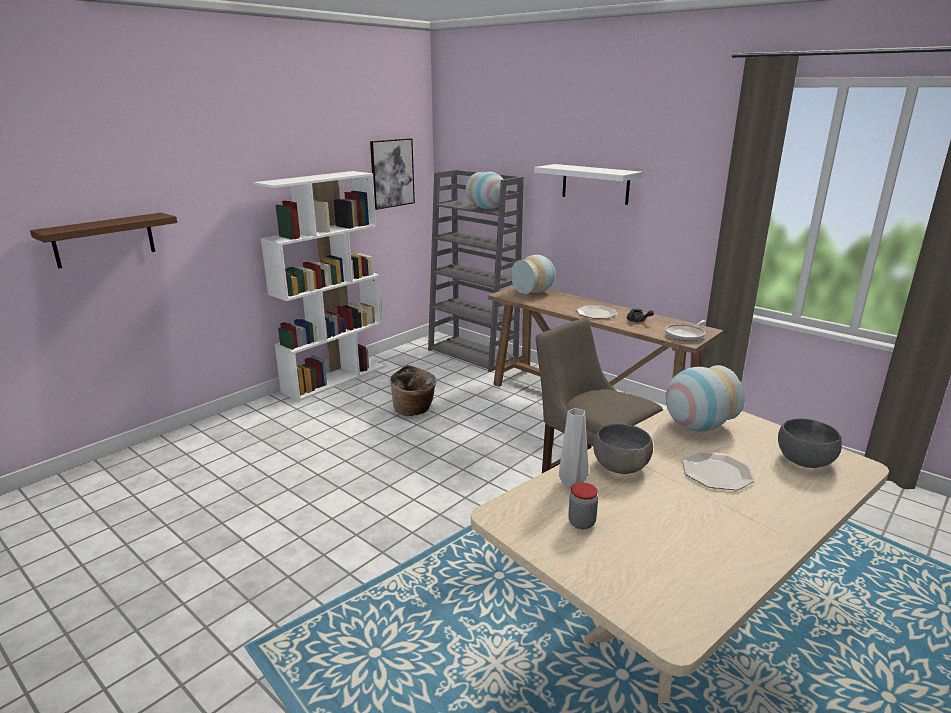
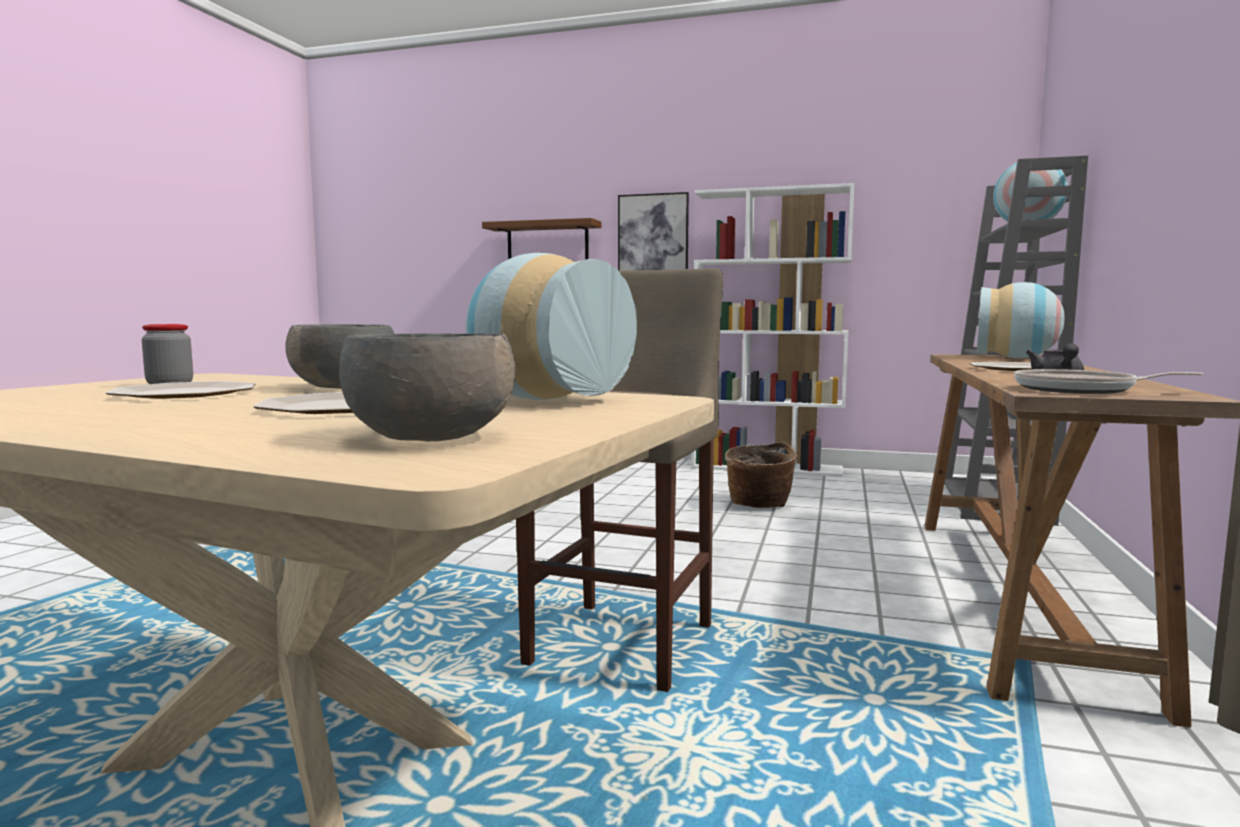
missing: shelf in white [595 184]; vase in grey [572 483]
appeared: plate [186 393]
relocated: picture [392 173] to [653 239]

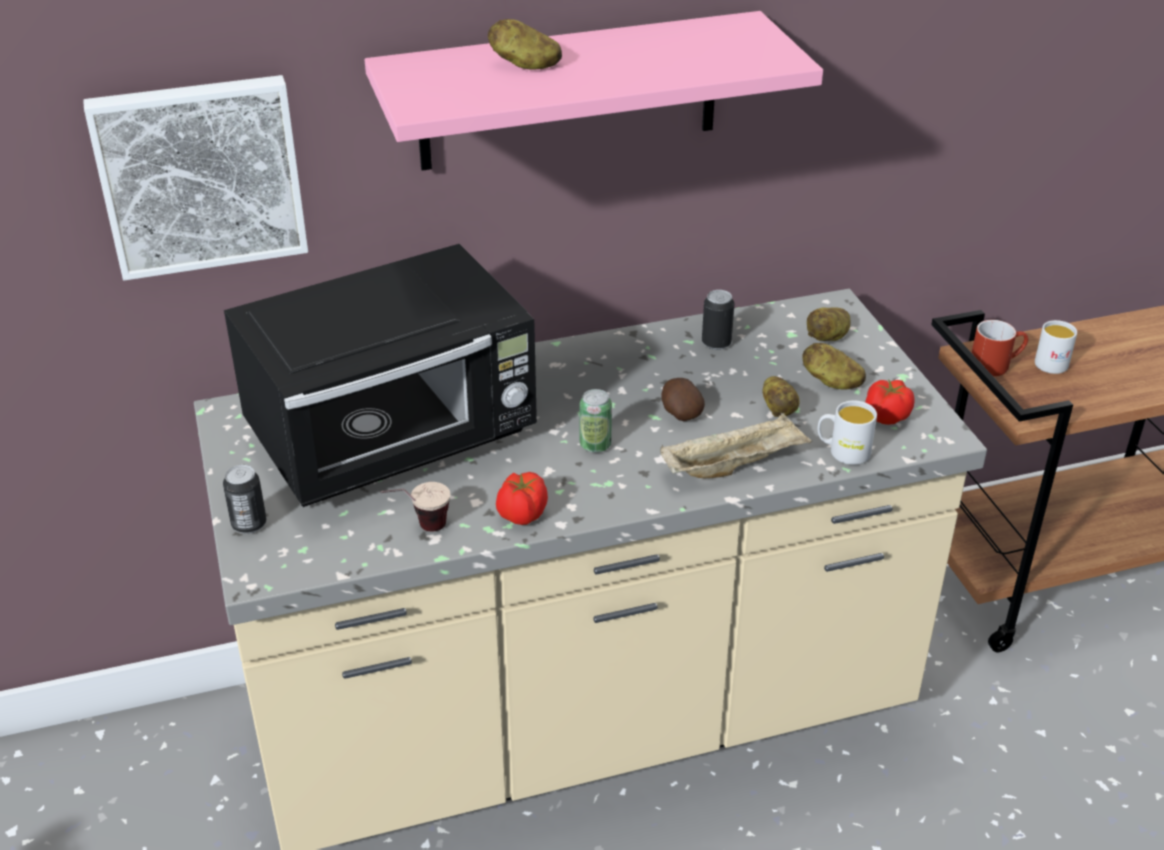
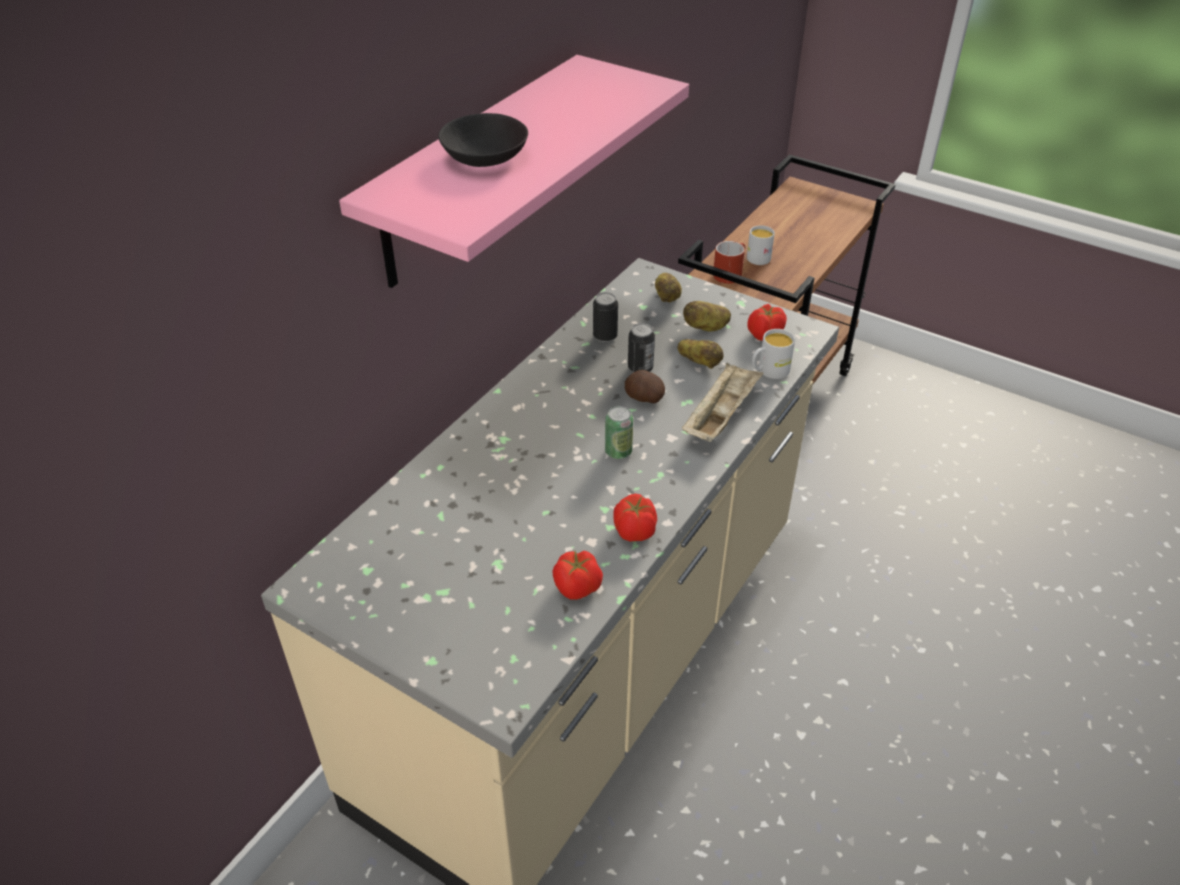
missing: picture [200 174]; microwave in black [395 440]
relocated: can [249 524] to [640 368]
exchanged: potato [524 65] to bowl in black [483 156]; cup [418 529] to tomato [578 587]

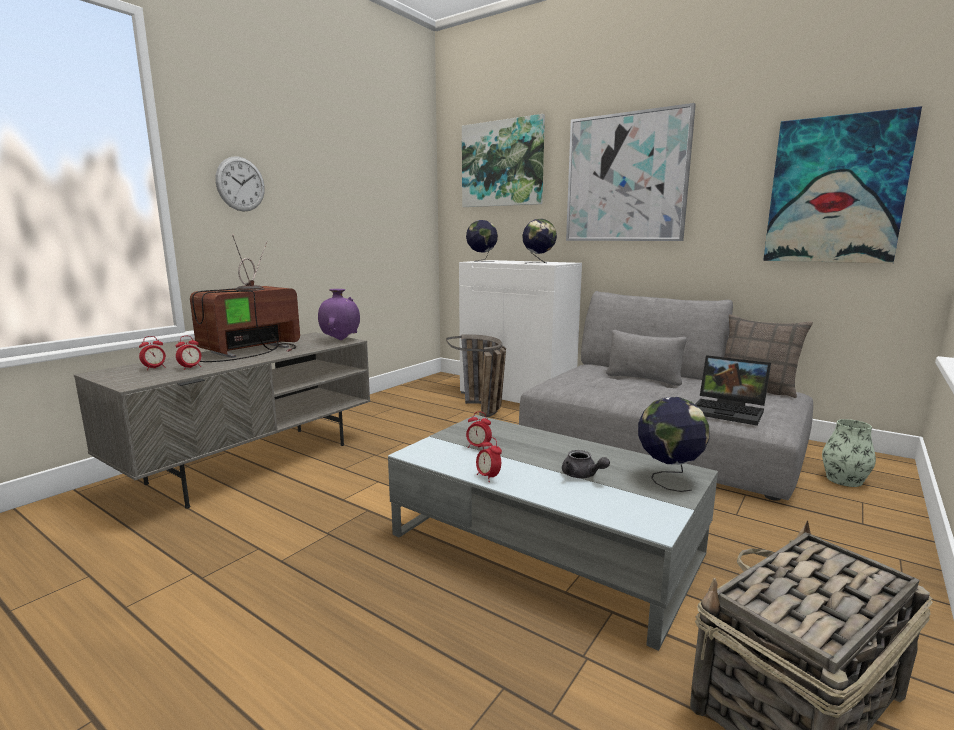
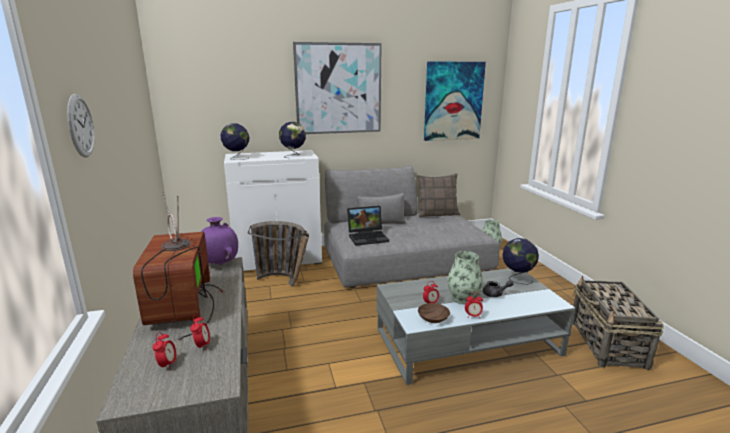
missing: picture [502 164]
appeared: vase [463 298]; bowl in brown [434 318]
relocated: laptop [730 411] to [368 237]

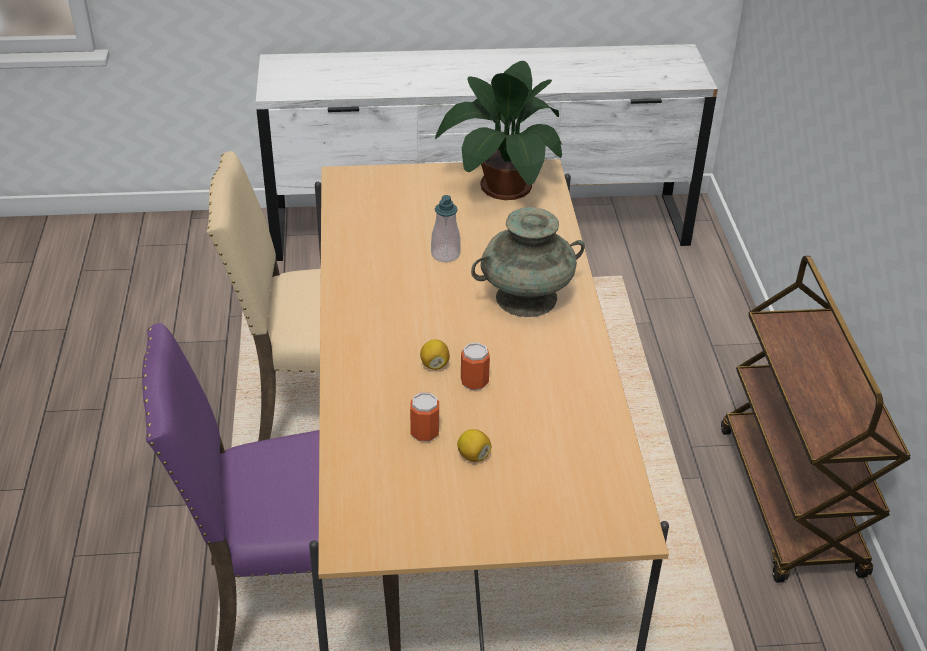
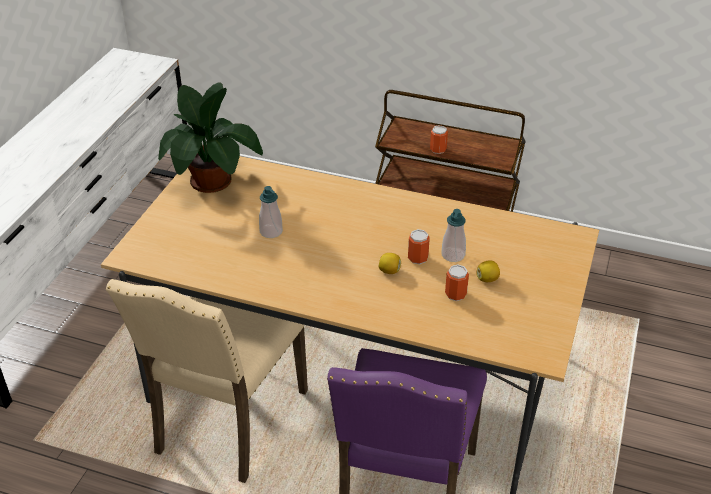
missing: vase in turquoise [525 298]
appeared: can [438 149]; soap dispenser [453 255]

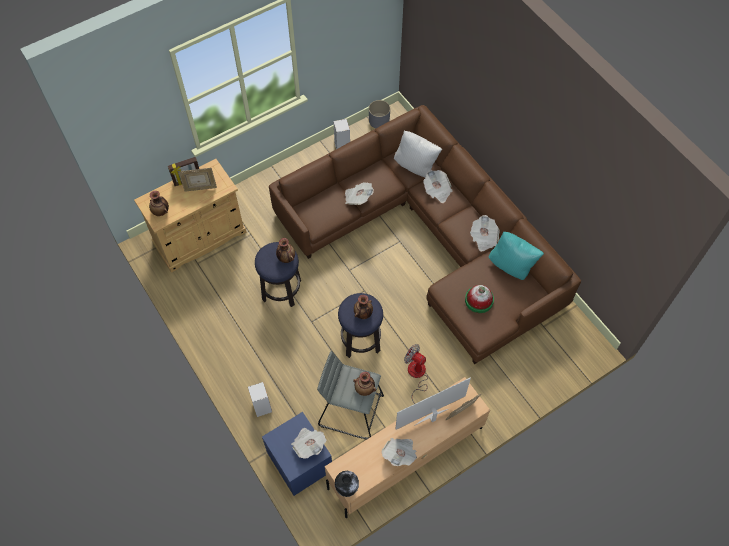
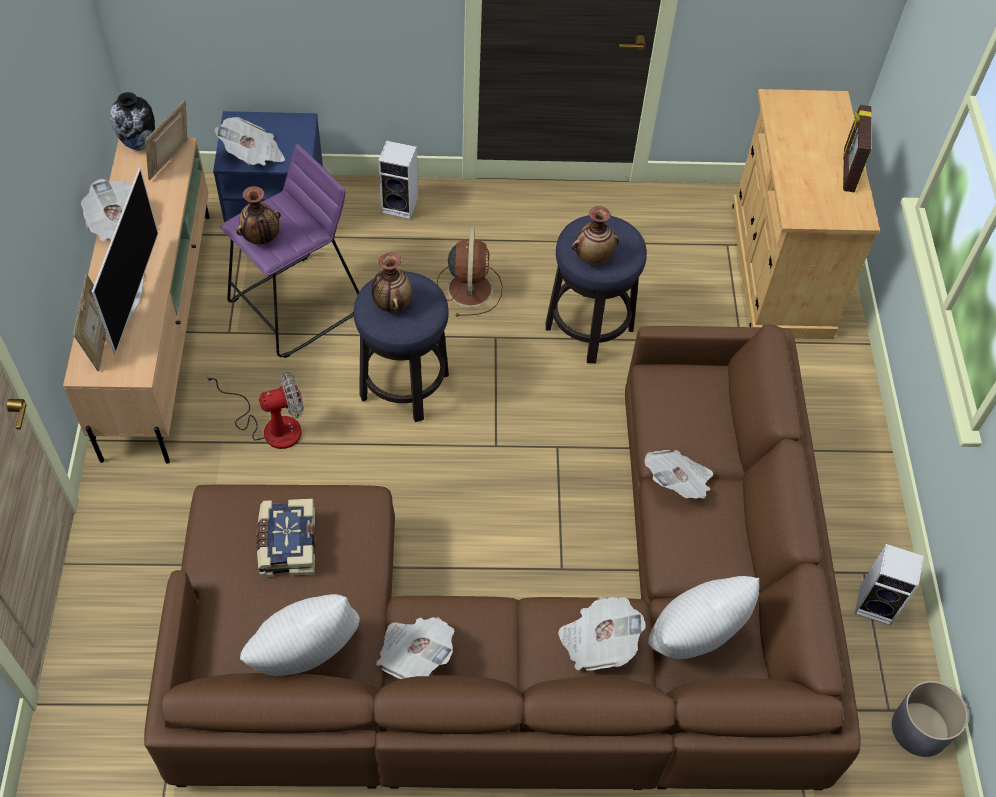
missing: vase [161 211]
appeared: fan in brown [470 287]
relocated: picture frame [200 188] to [172 161]
exchanged: hat [479 300] to book [286 544]
colour: pillow in turquoise [511 266] to pillow in white [308 660]; stool in grey [351 409] to stool in purple [296 306]

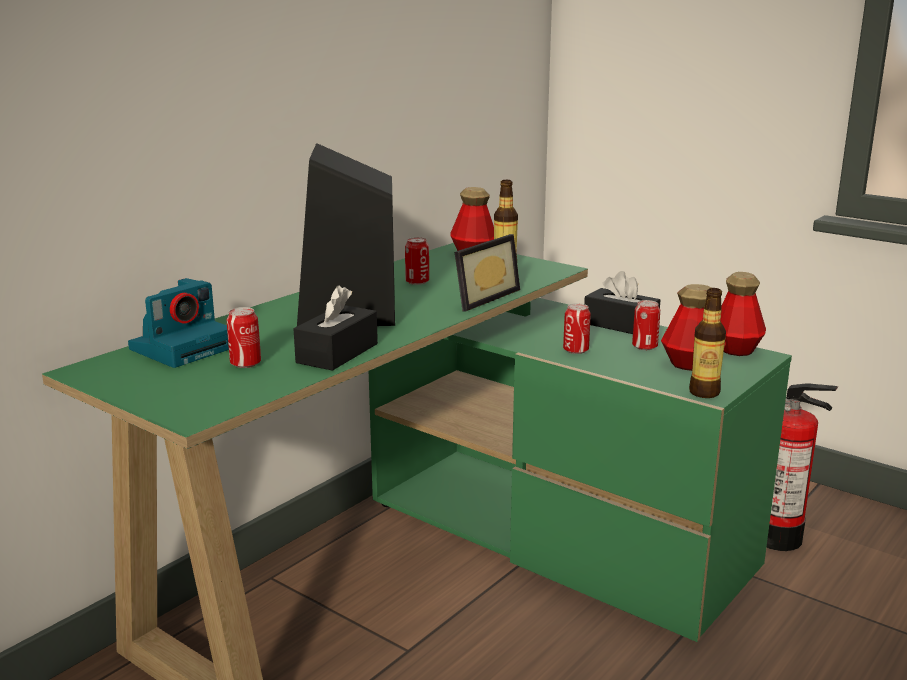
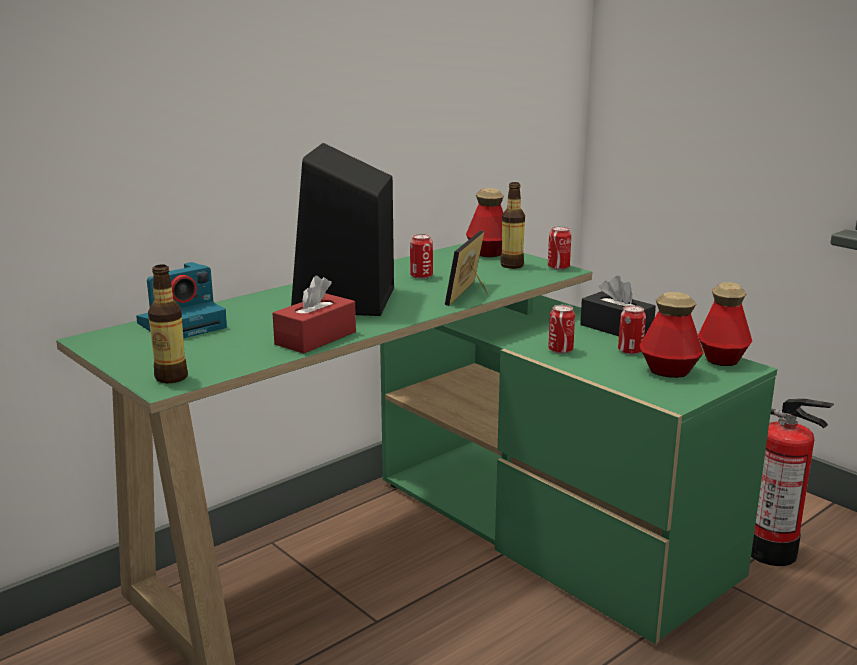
relocated: bottle [704 392] to [171 377]; can [245 364] to [558 267]
colour: tissue box in black [337 353] to tissue box in red [315 338]
spun: picture frame [480 297] = [473 294] 150 degrees clockwise

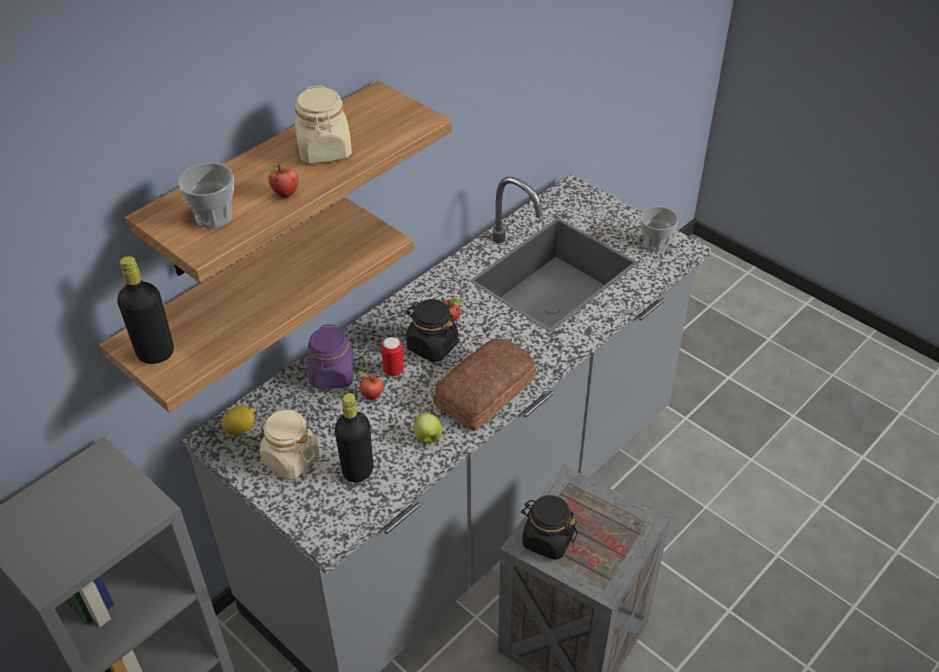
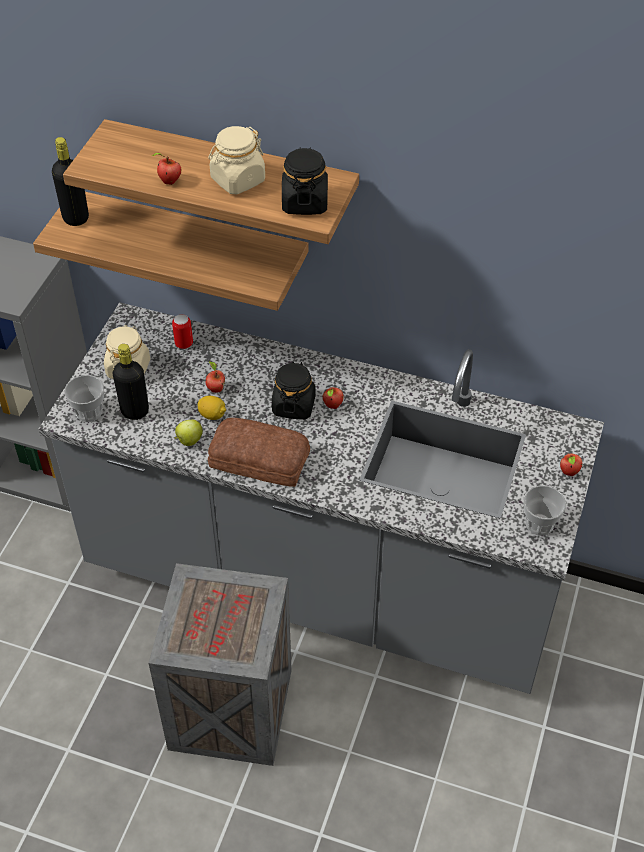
missing: jar in purple [332 375]
appeared: apple [569 473]
relocated: cup [214 217] to [89 412]; can [393 370] to [184 344]; lemon [240 428] to [212 415]; jar in black [547 540] to [304 202]

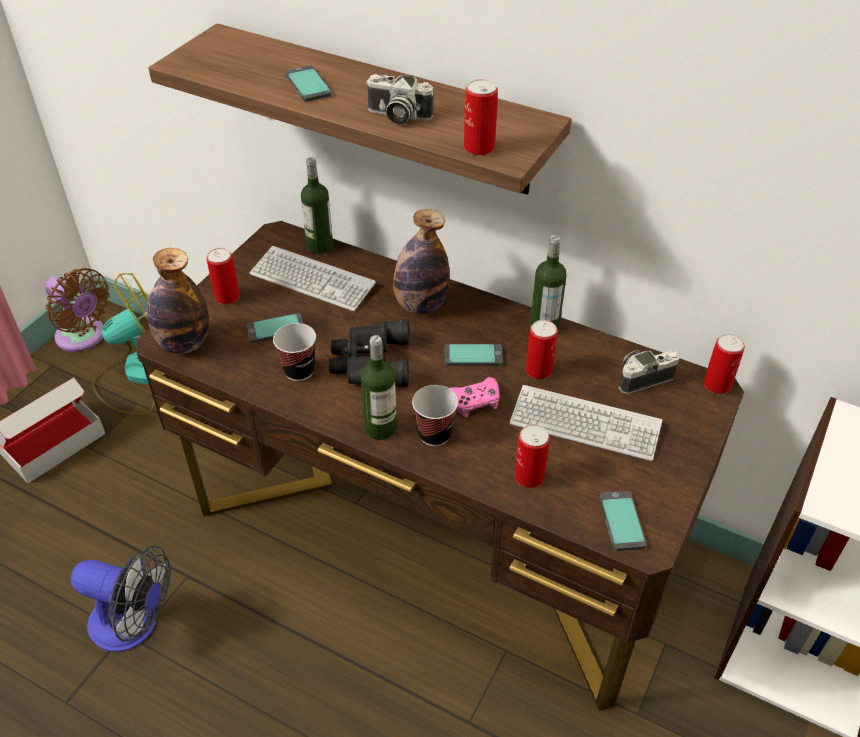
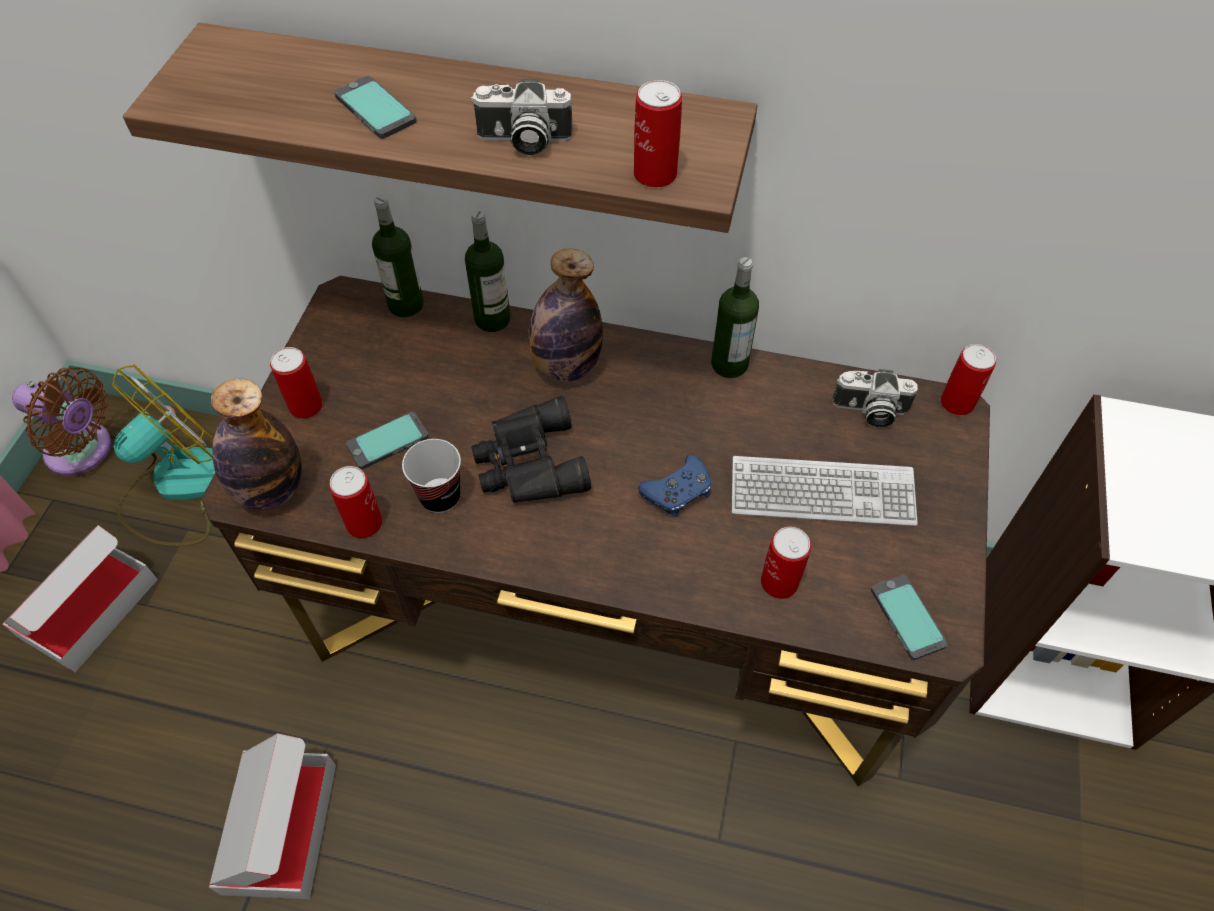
missing: keyboard [312 280]; phone [473 356]; cup [434 434]
relocated: can [538 370] to [364 523]; bottle [380 428] to [492 319]
exchanged: fan [134 624] to cardboard box [280 827]
colour: game controller in pink [474 401] to game controller in blue [678 491]
spun: photo camera [643 377] = [869 411] 135 degrees counterclockwise

